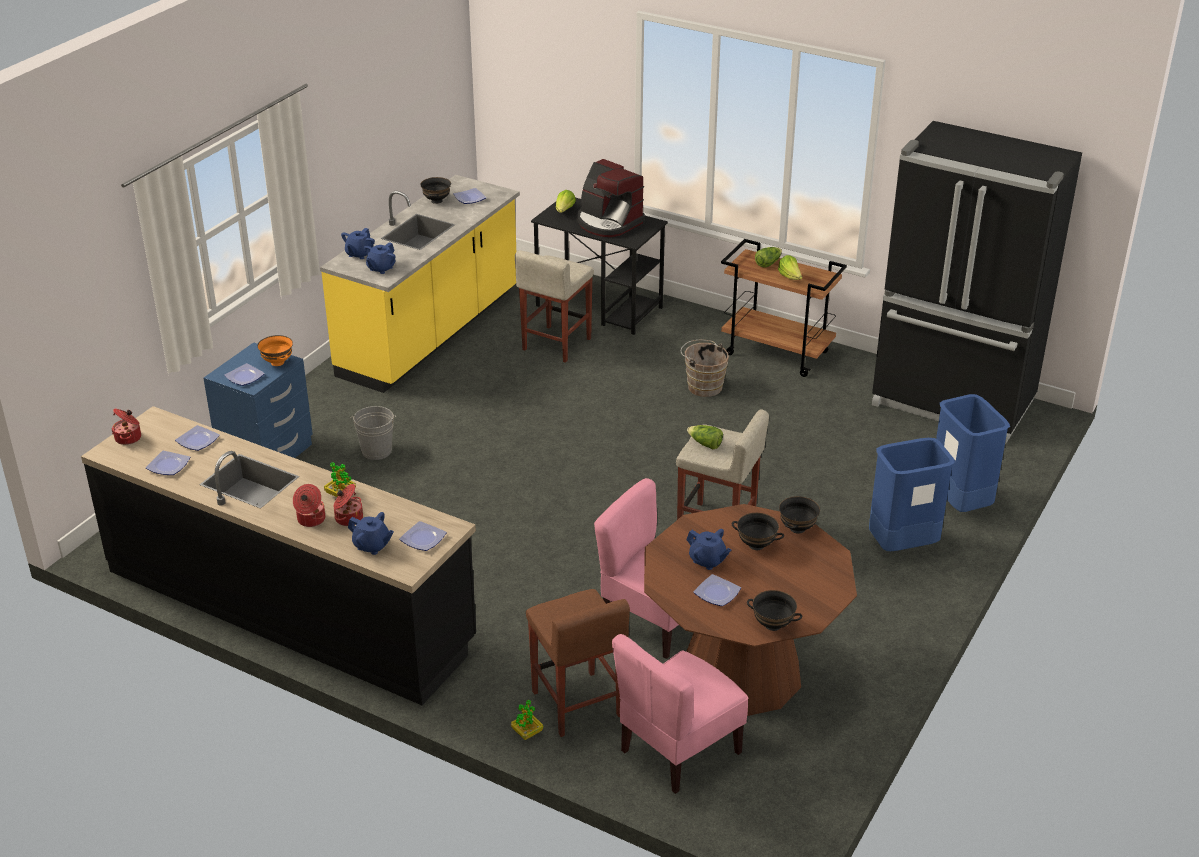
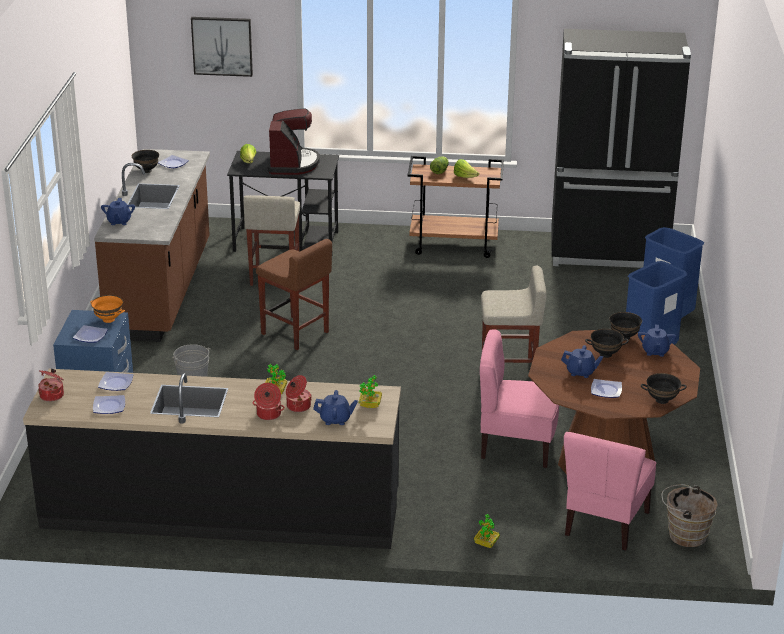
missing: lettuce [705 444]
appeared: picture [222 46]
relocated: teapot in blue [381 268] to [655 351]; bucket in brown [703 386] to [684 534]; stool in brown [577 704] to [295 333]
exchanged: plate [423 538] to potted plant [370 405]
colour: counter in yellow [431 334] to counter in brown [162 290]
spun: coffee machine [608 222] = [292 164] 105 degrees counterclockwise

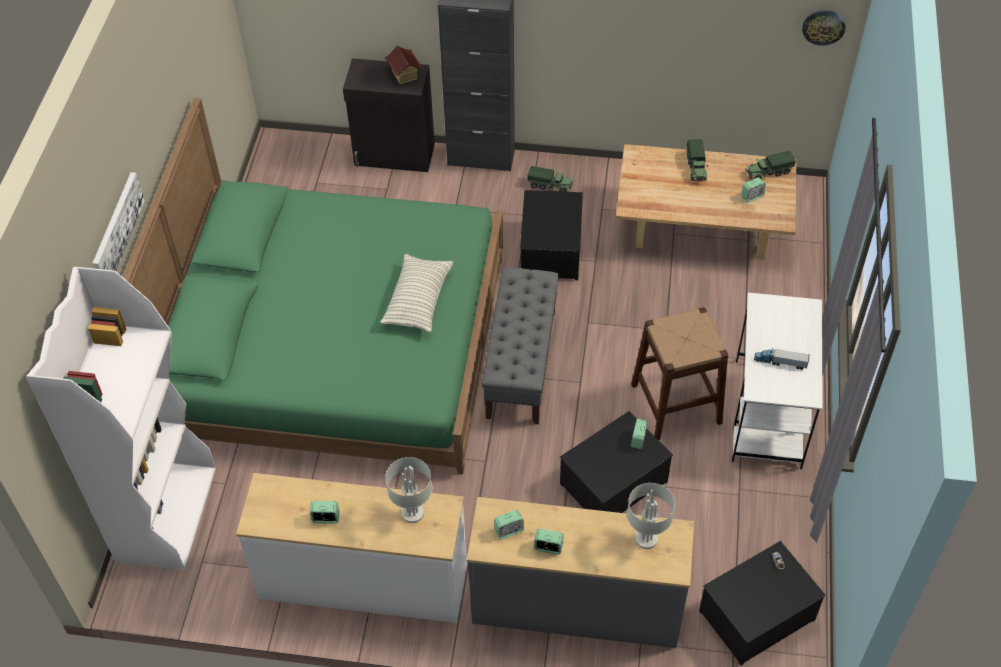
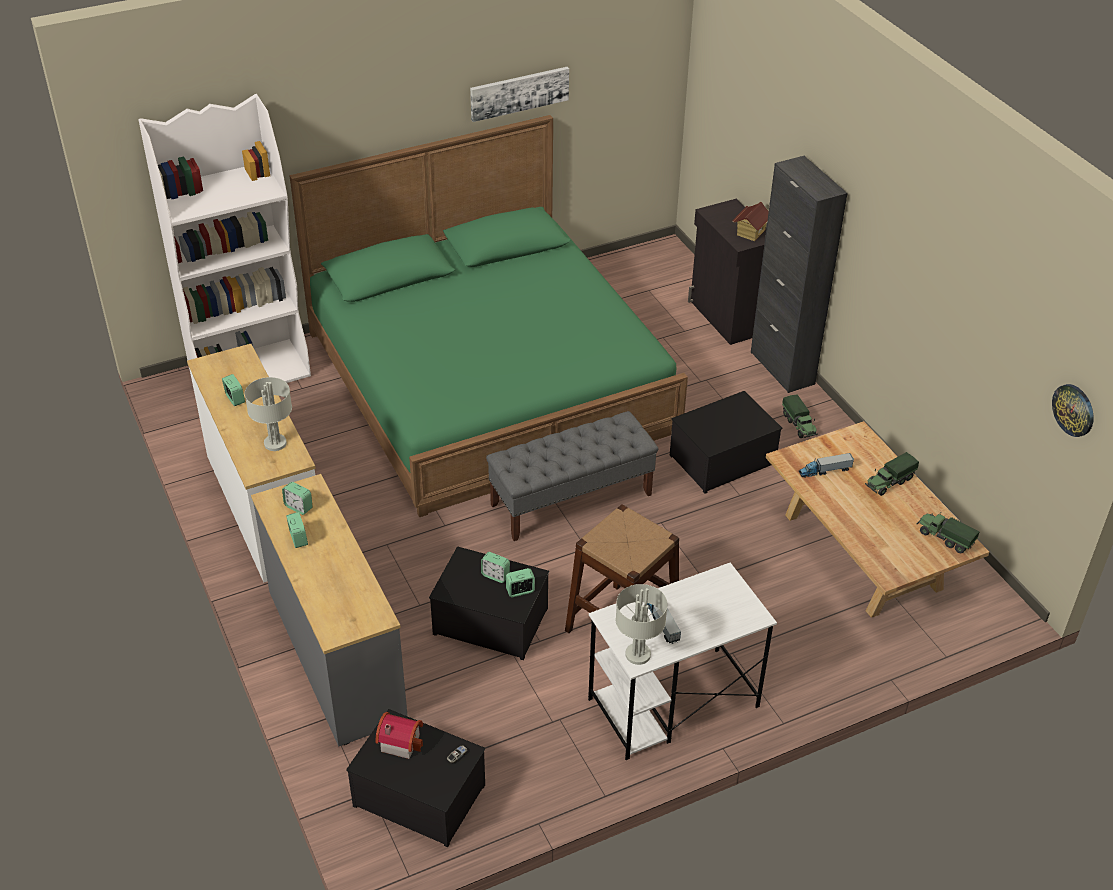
missing: pillow [418 301]
appeared: toy truck [825 471]; toy house [400 741]
relocated: picture [116 230] to [519 93]; alarm clock [752 196] to [495 575]; table lamp in grey [647 539] to [638 655]

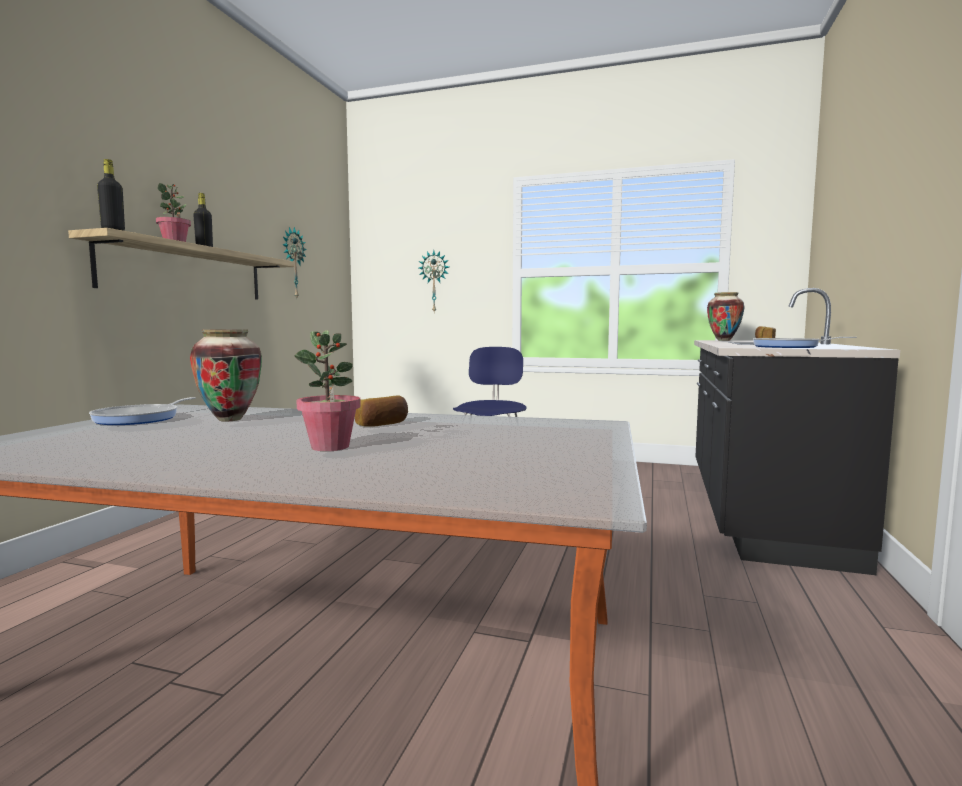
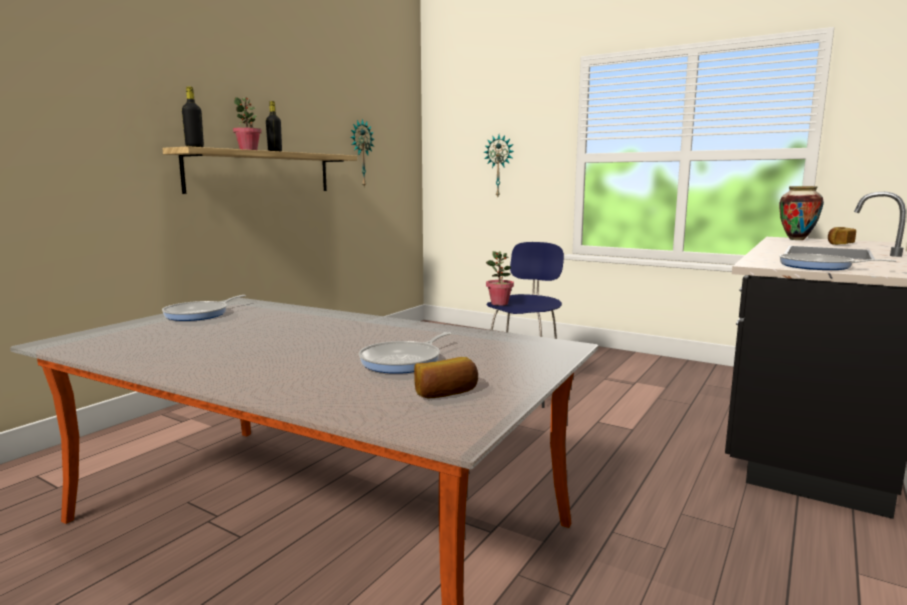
missing: vase [230 419]
appeared: frying pan [404 361]
relocated: potted plant [330 447] to [499 303]; bread [382 424] to [446 393]

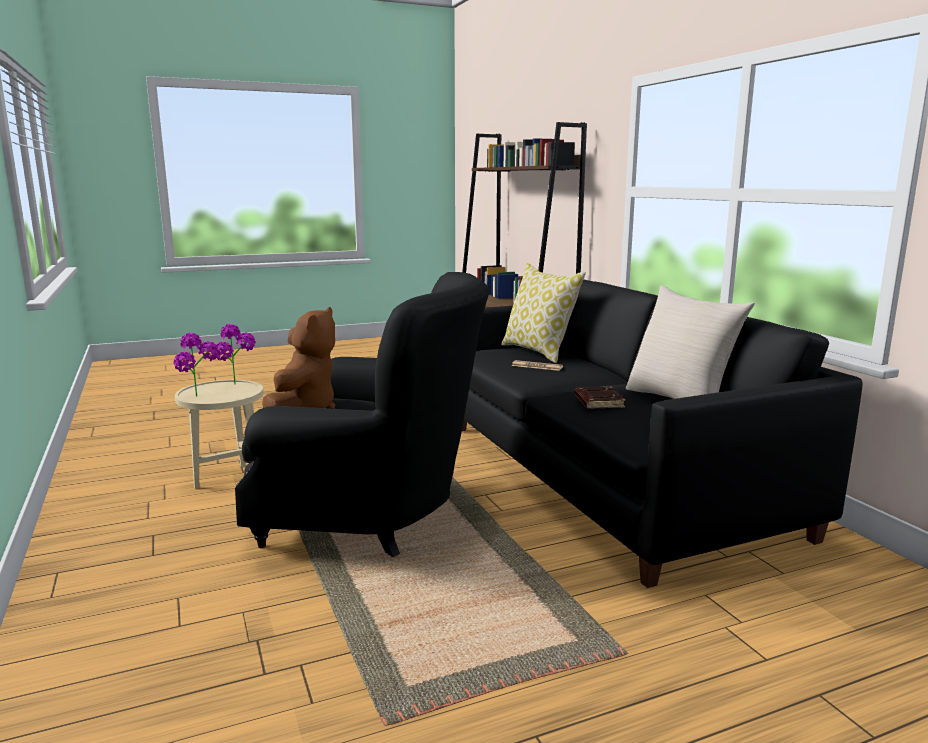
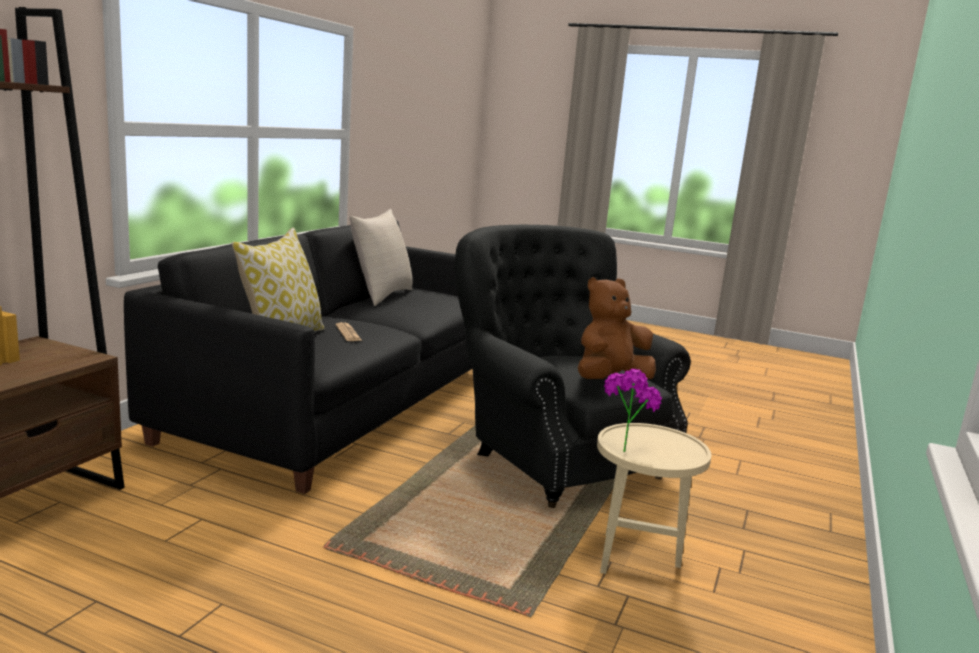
missing: potted plant [200 398]; book in brown [598 402]

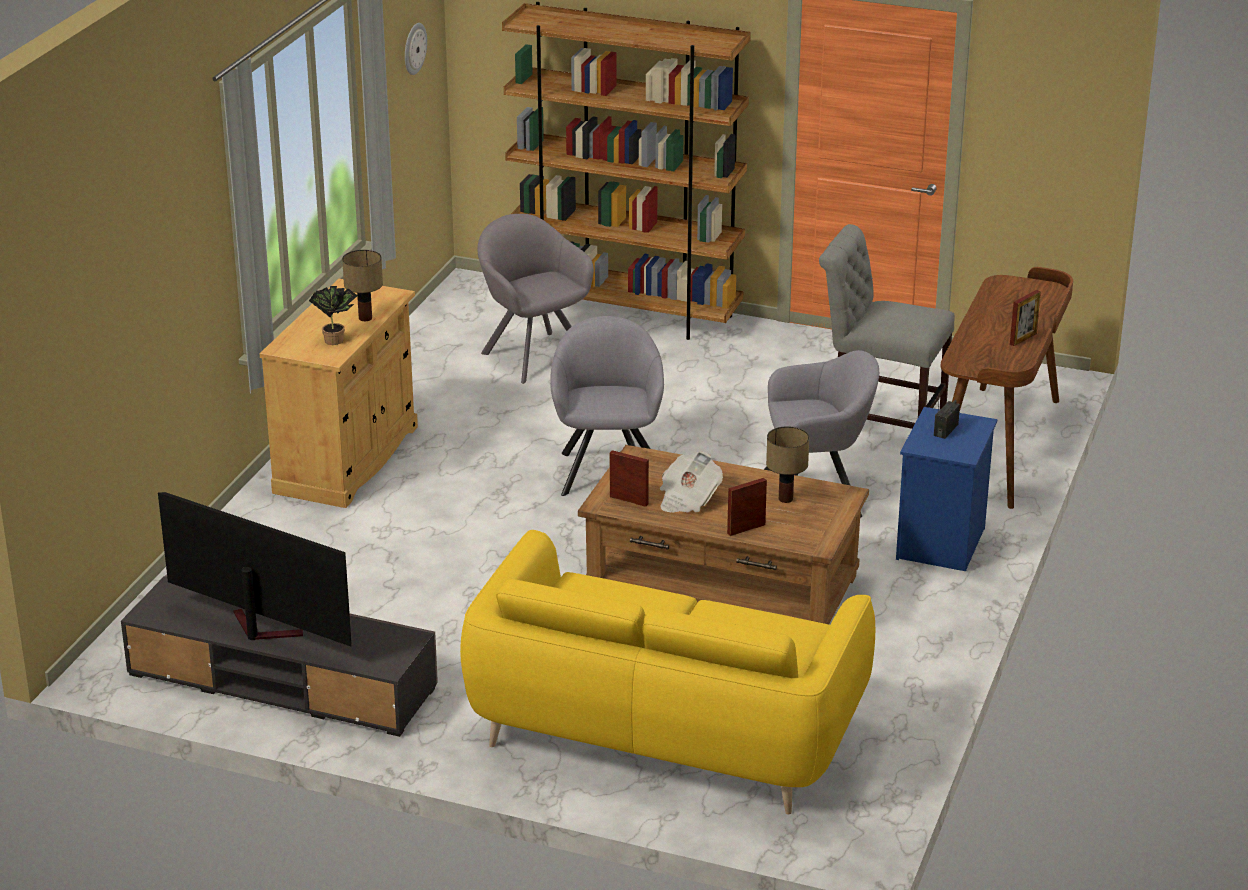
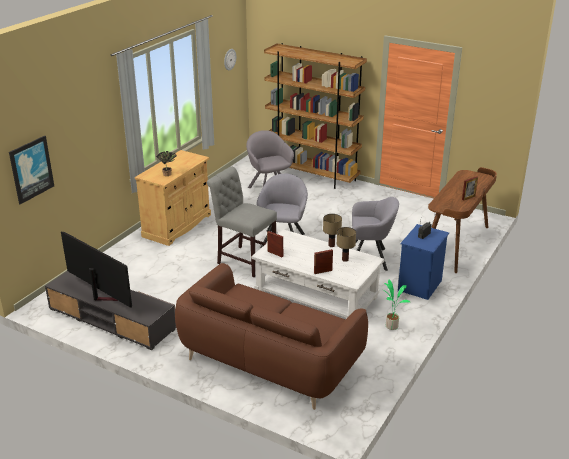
missing: newspaper [687 499]
appeared: picture [31 169]; potted plant [391 325]
relocated: chair in grey [879 424] to [244 260]; table lamp [365 318] to [331 245]
colour: coffee table in brown [721 584] to coffee table in white [316 295]; sofa in yellow [666 730] to sofa in brown [270 360]

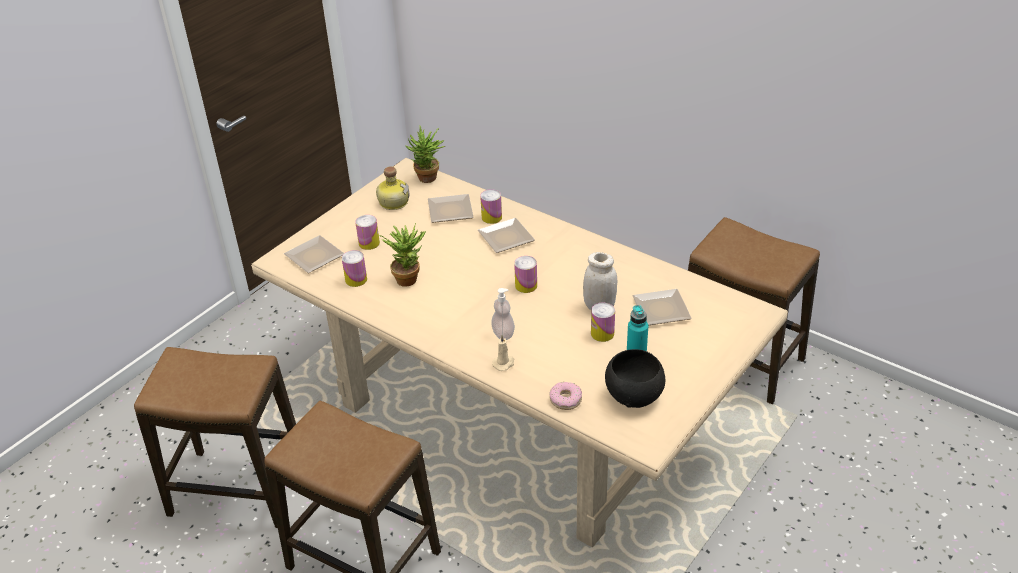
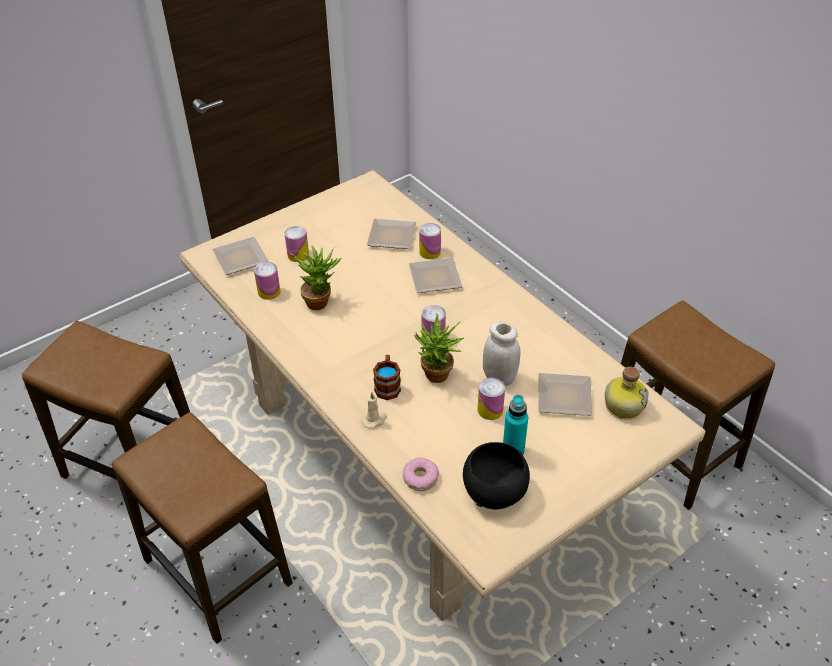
relocated: potted plant [428 180] to [437 378]; bottle [393 202] to [623 405]
exchanged: soap dispenser [503 334] to mug [387 385]

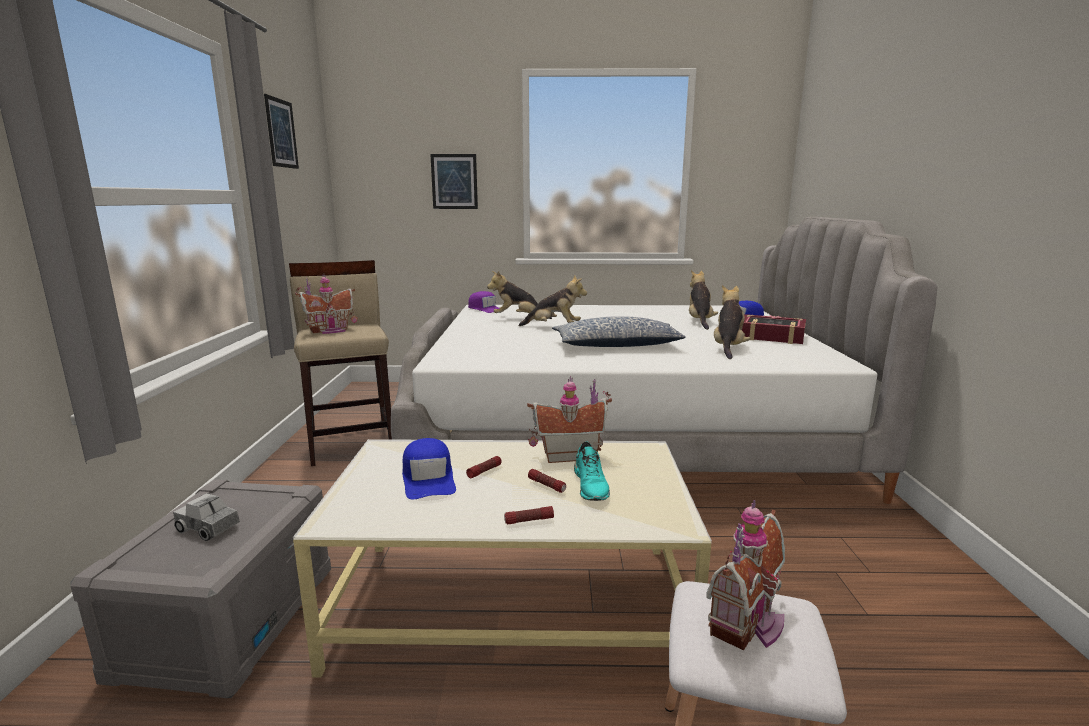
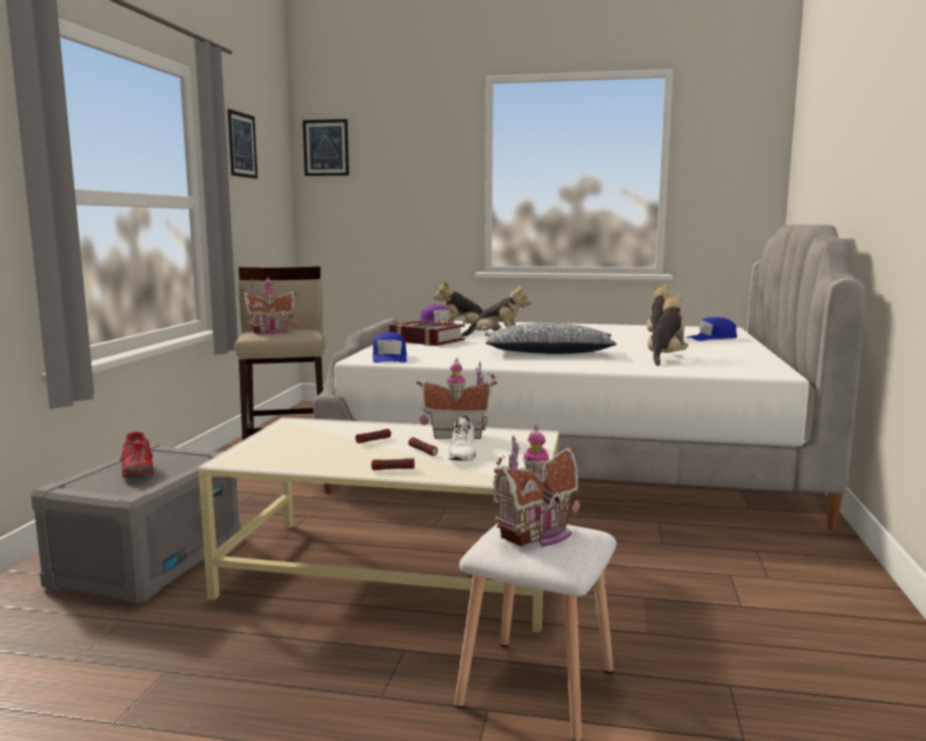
relocated: picture [454 181] to [326 147]; book [771 336] to [426 340]; cap in blue [428 478] to [390 358]
exchanged: toy truck [208 528] to shoe in red [137 472]
colour: shoe in turquoise [591 486] to shoe in white [463 454]

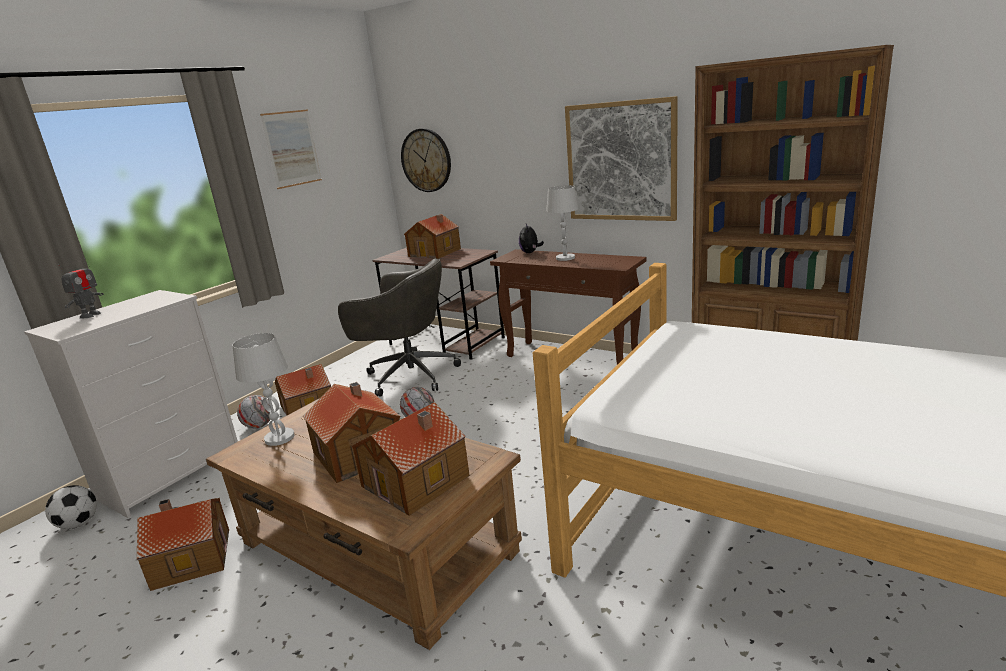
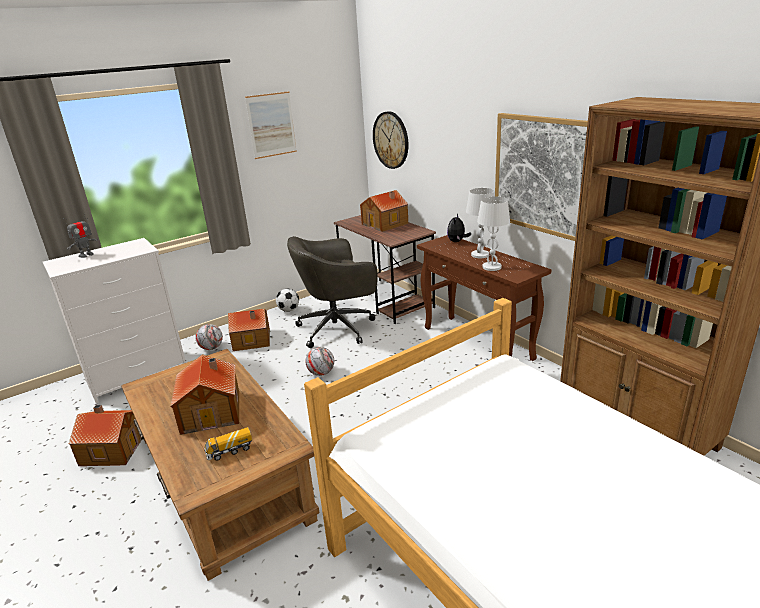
relocated: table lamp in white [279 438] to [491 267]; football [79 524] to [289 310]
exchanged: toy house [417 481] to toy truck [230 451]
spun: office chair in grey [409 375] = [338 328] 120 degrees clockwise

